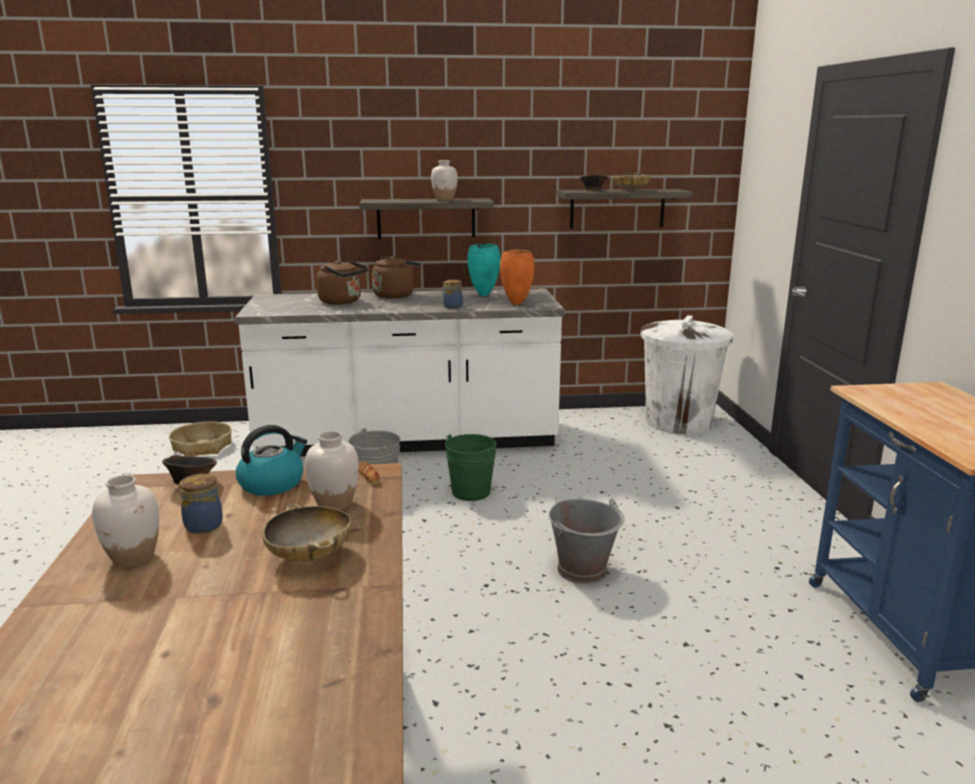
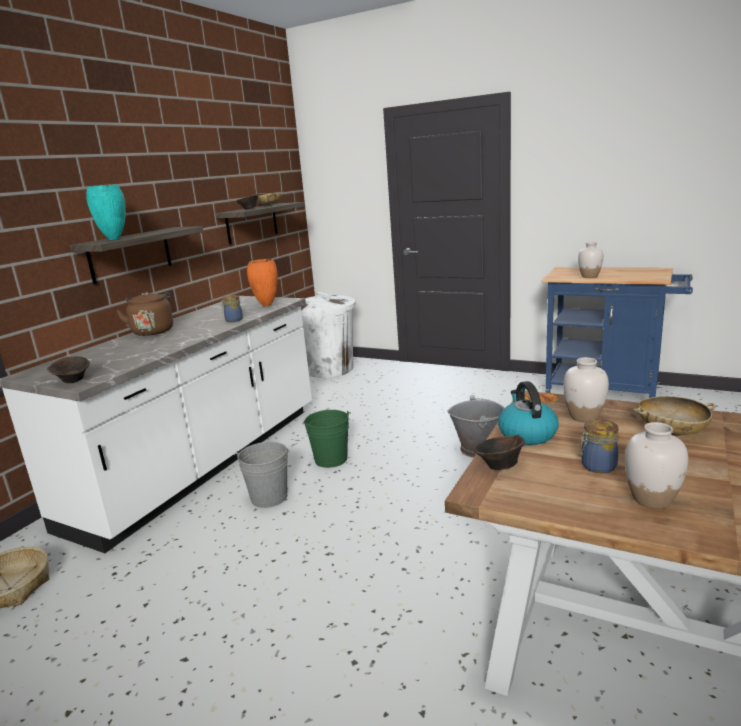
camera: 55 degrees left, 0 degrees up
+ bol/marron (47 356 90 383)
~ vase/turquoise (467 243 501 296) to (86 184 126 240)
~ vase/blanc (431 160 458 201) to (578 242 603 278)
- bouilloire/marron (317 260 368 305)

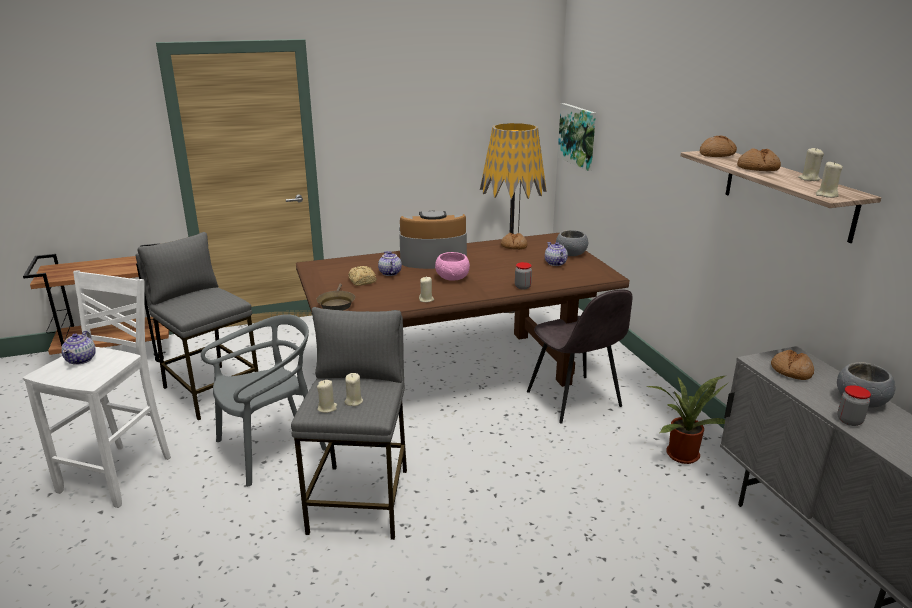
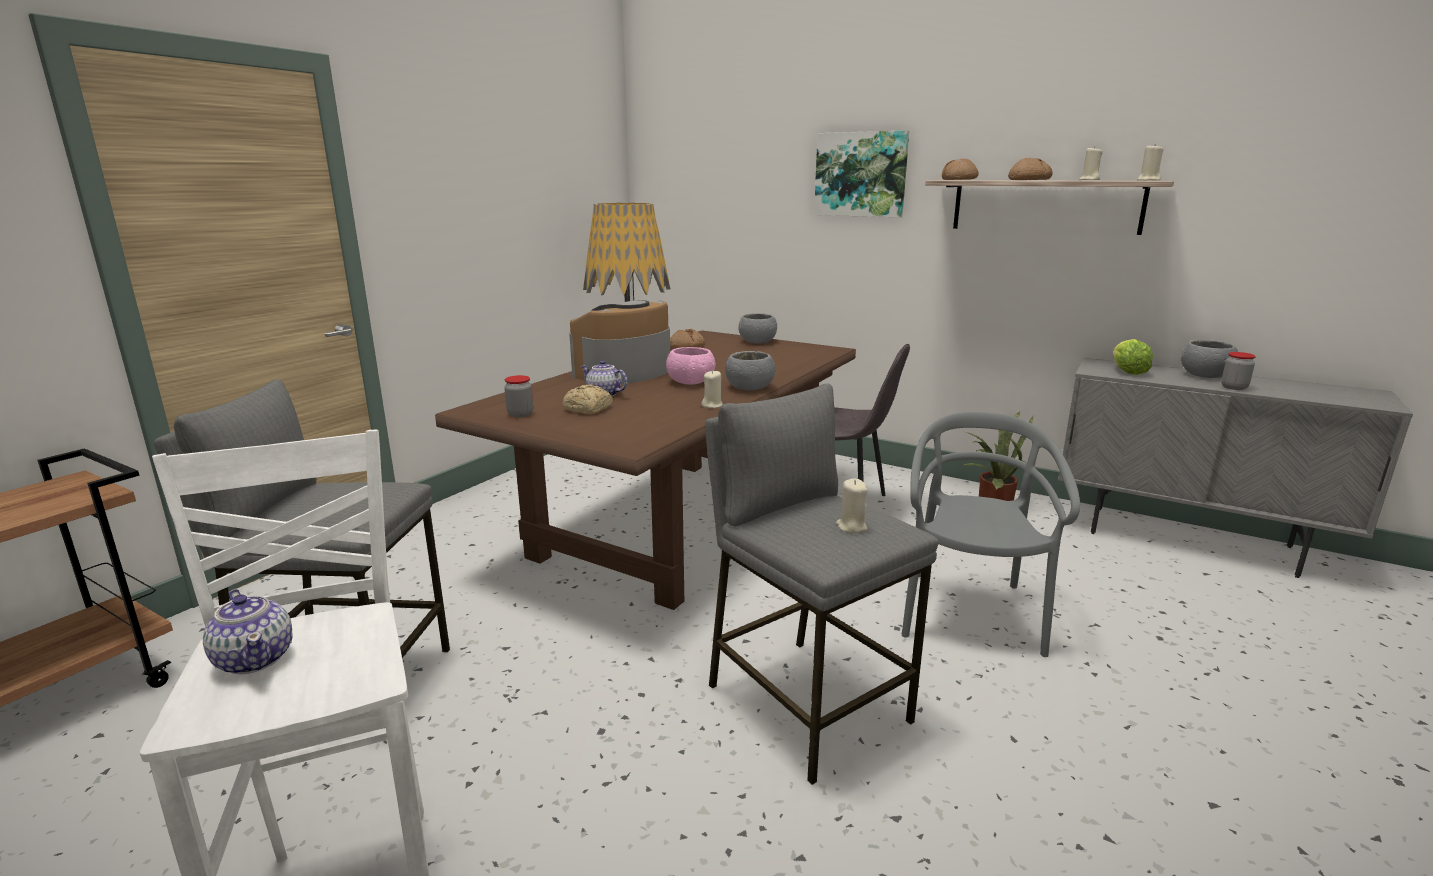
camera: 40 degrees left, 5 degrees down
~ bocal (515 262 532 289) to (504 375 533 417)
+ bol/gris (725 351 776 390)
~ tableau (558 103 596 171) to (814 130 909 217)
~ chaise/gris (201 314 327 486) to (902 412 1080 657)
~ pain (771 350 814 380) to laitue (1113 339 1153 375)
- poêle/marron (316 284 355 310)
- bougie/beige (317 380 337 413)
- théière (545 242 568 266)

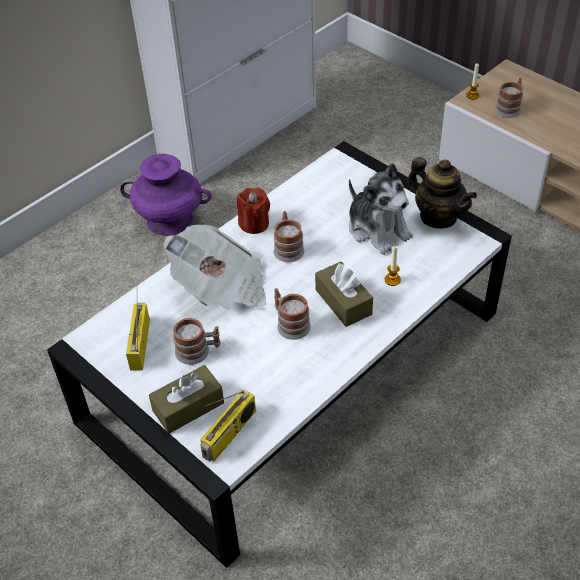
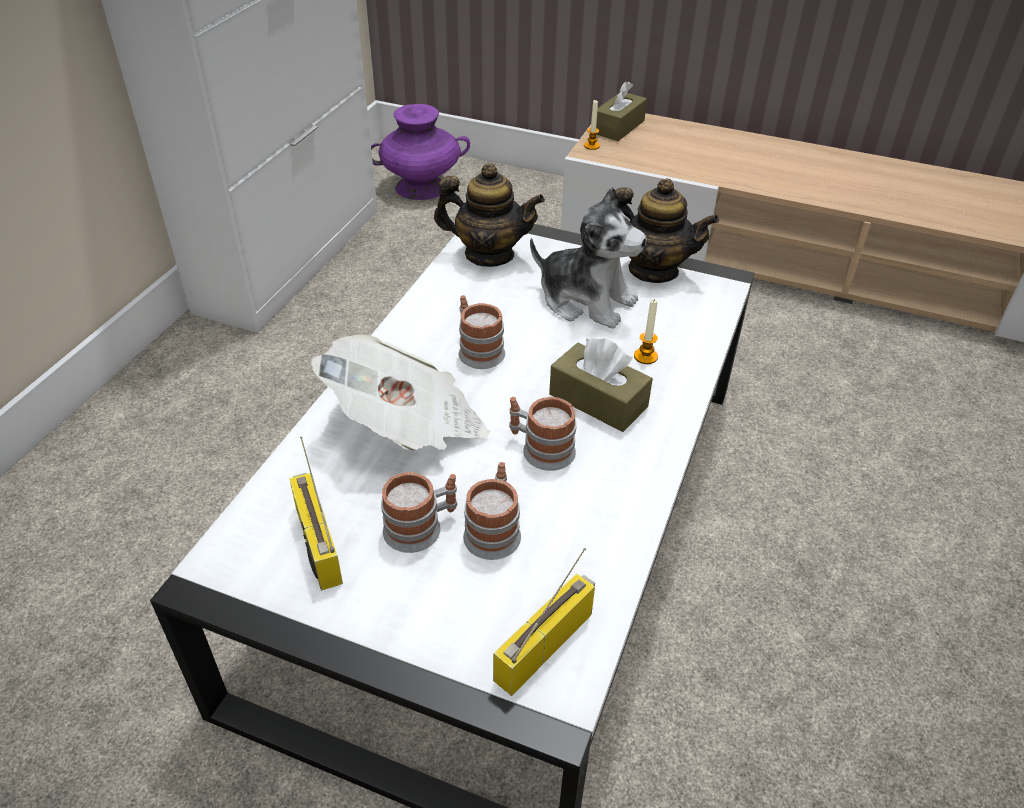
camera: 25 degrees left, 5 degrees down
~ vase/violet (120 154 212 236) to (371 104 470 200)
+ théière (434 163 545 267)
~ mug (495 78 523 118) to (463 462 521 560)
~ radio (200 389 256 462) = (493 548 595 696) 150 degrees counterclockwise
~ boîte à mouchoirs/marron (149 365 224 434) to (596 81 647 141)
- bougie/rouge (237 188 270 234)

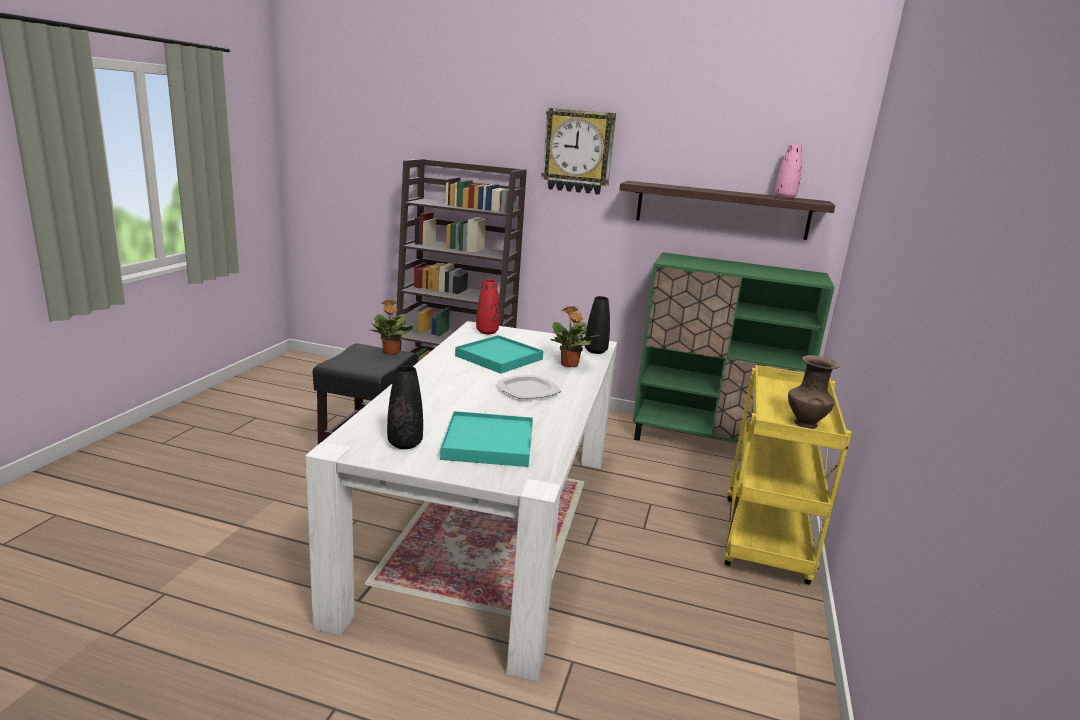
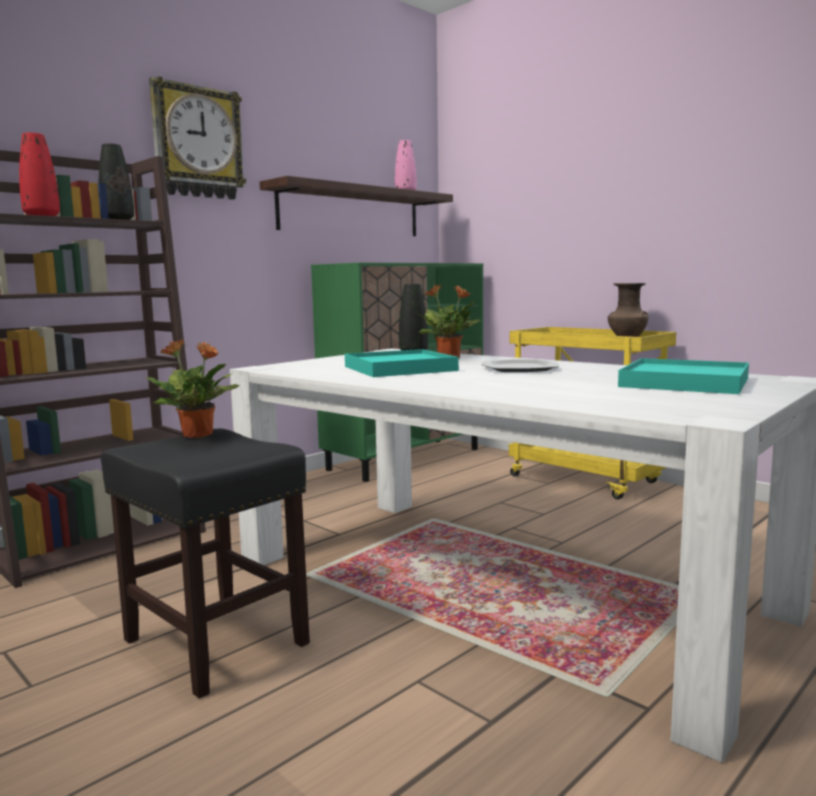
camera: 60 degrees left, 10 degrees down
~ vase/rouge (476 279 499 334) to (19 132 60 216)
~ vase/noir (387 366 423 449) to (99 143 134 220)

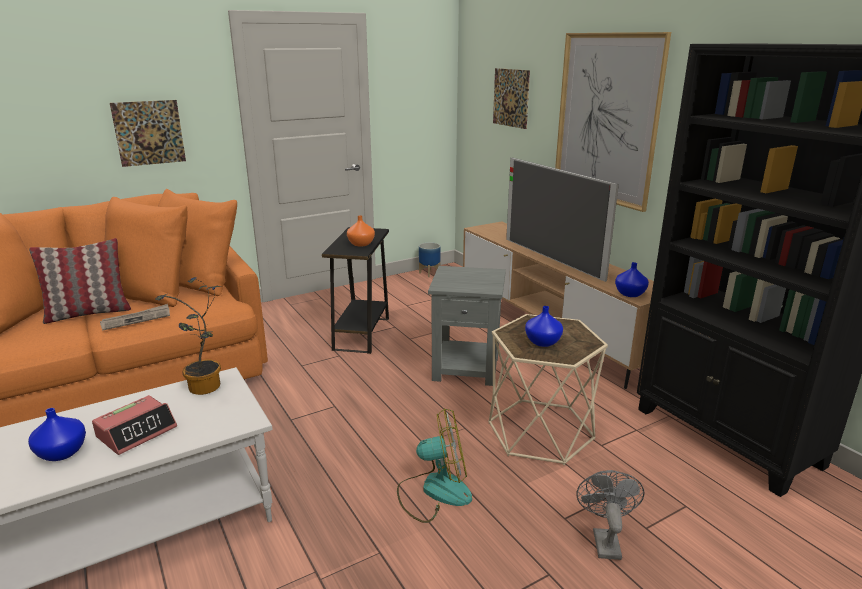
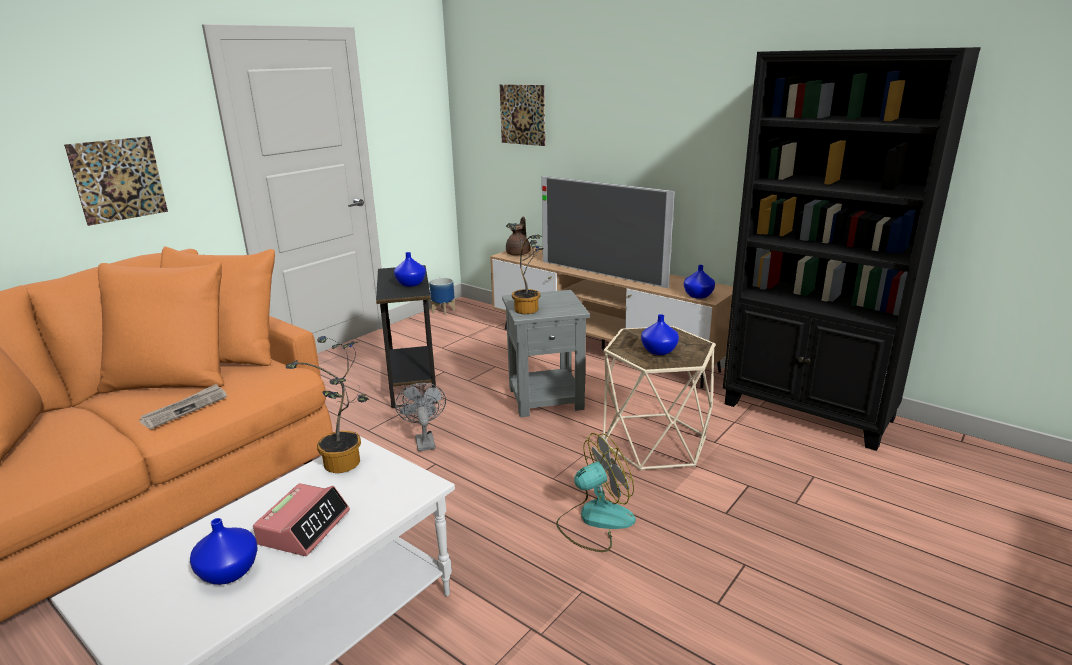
camera: 20 degrees left, 0 degrees up
~ vase/orange (347 215 375 246) to vase/bleu (394 252 426 287)
~ ventilateur/gris (576 470 645 560) to (395 383 446 452)
+ théière/marron (506 217 531 255)
+ plante en pot (506 223 544 314)
- coussin (29 238 131 324)
- tableau (555 32 671 212)

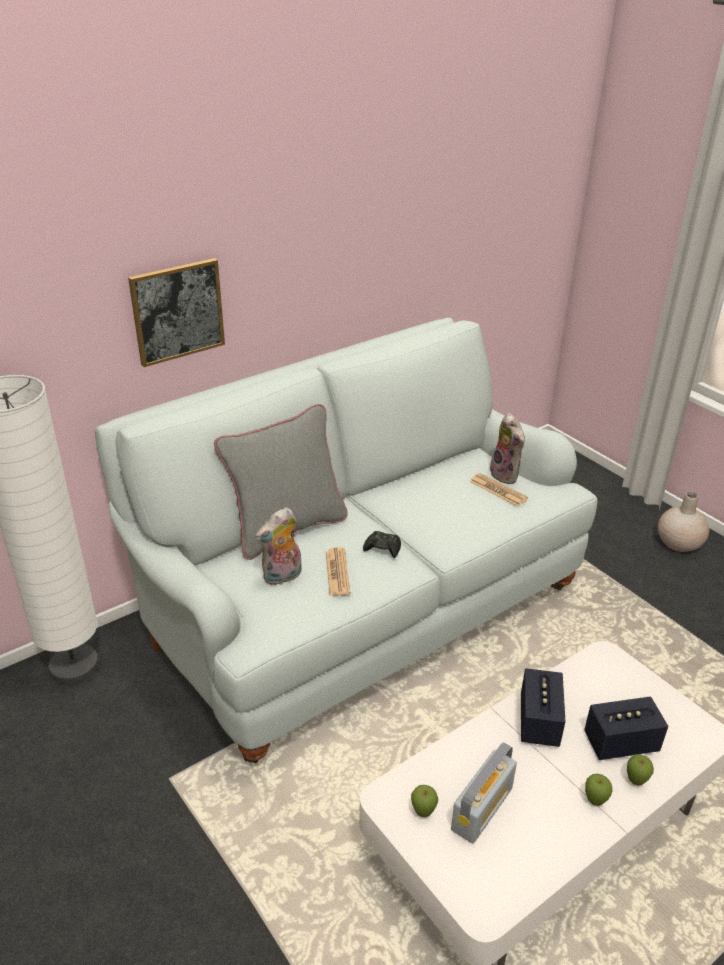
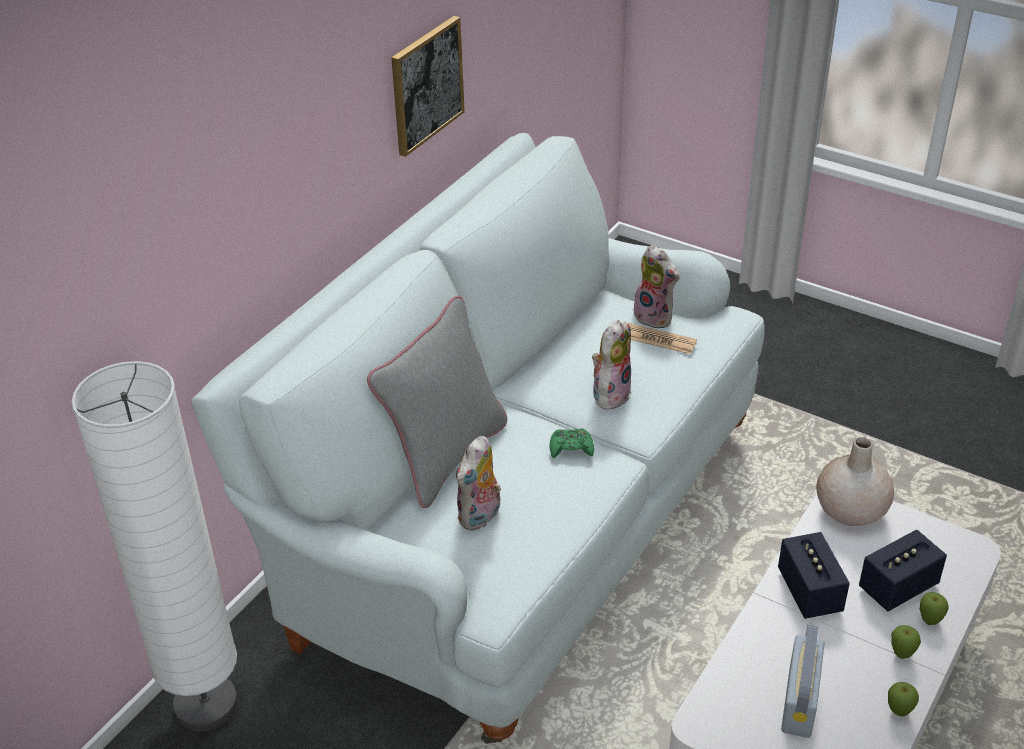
camera: 20 degrees left, 5 degrees up
~ tableau (128 258 225 367) to (391 16 465 157)
~ manette/noir (363 531 401 558) to manette/vert (550 428 594 458)
+ peluche (588 320 632 411)
~ vase/beige (658 492 709 552) to (816 437 894 526)
~ pomme (411 785 438 817) to (888 682 919 716)
- journal (326 547 351 596)

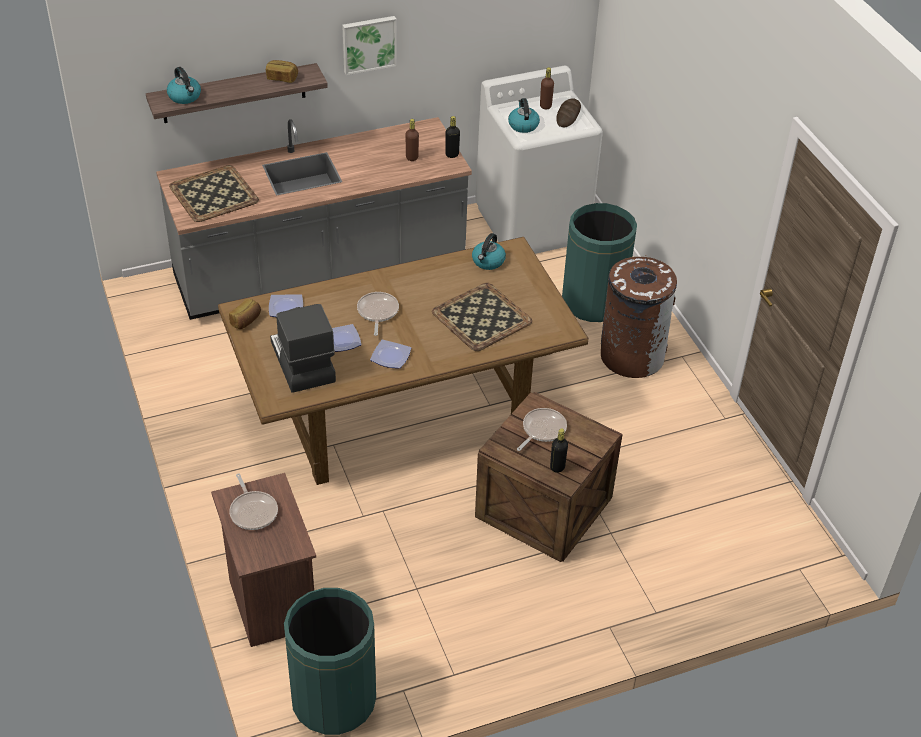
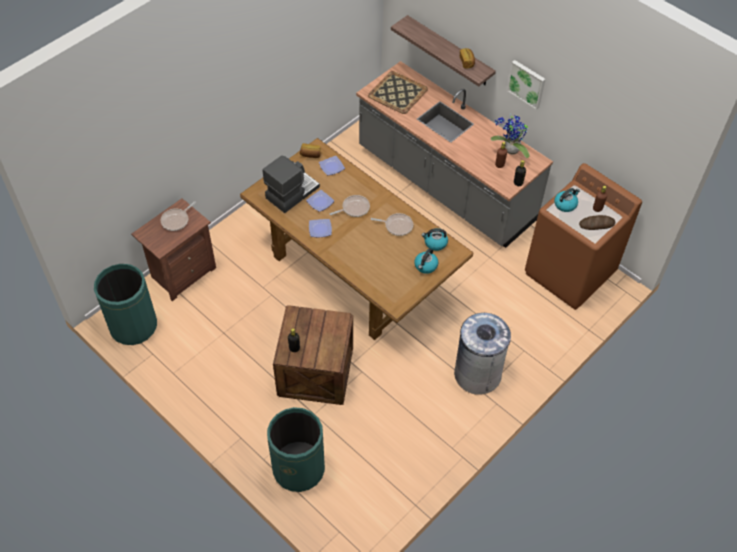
camera: 65 degrees right, 10 degrees up
~ poubelle/vert (562 203 637 322) to (267 407 325 492)
~ poêle (517 408 567 451) to (371 213 413 236)
~ bouilloire (167 67 201 104) to (414 248 439 274)
~ poubelle/marron (601 255 677 378) to poubelle/gris (454 313 512 395)
+ plante en pot (490 113 530 158)
~ lave-linge/blanc (475 66 603 254) to lave-linge/marron (525 163 642 310)
- plateau (432 283 532 351)

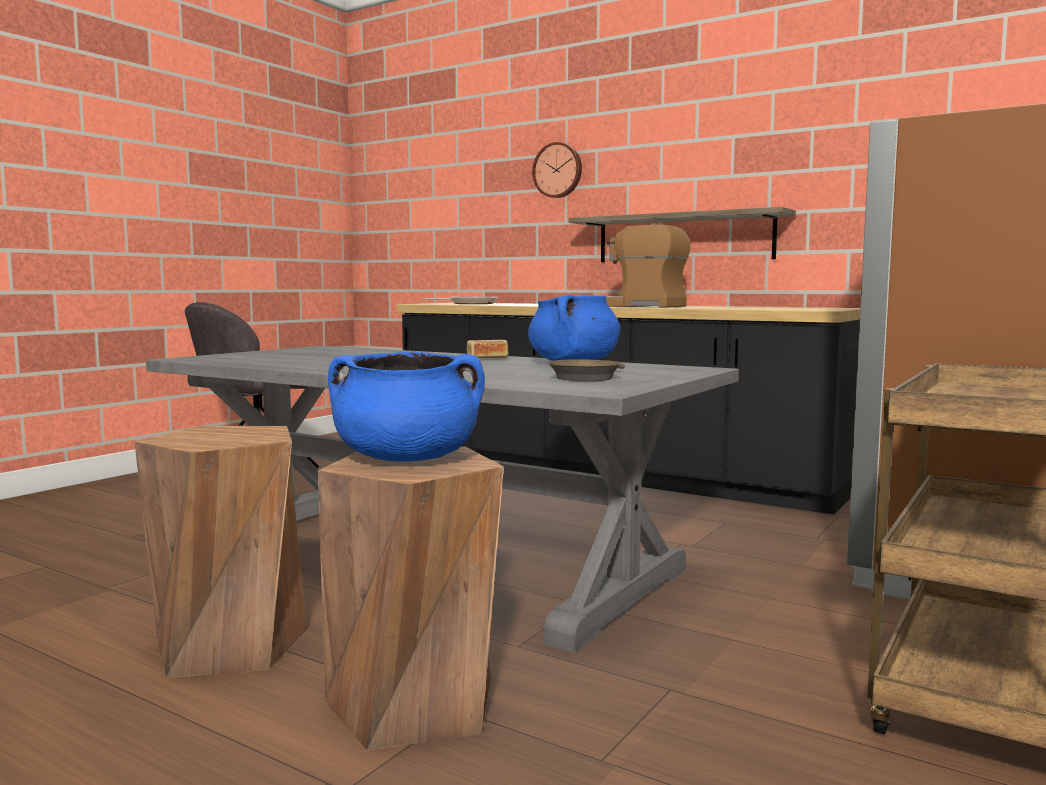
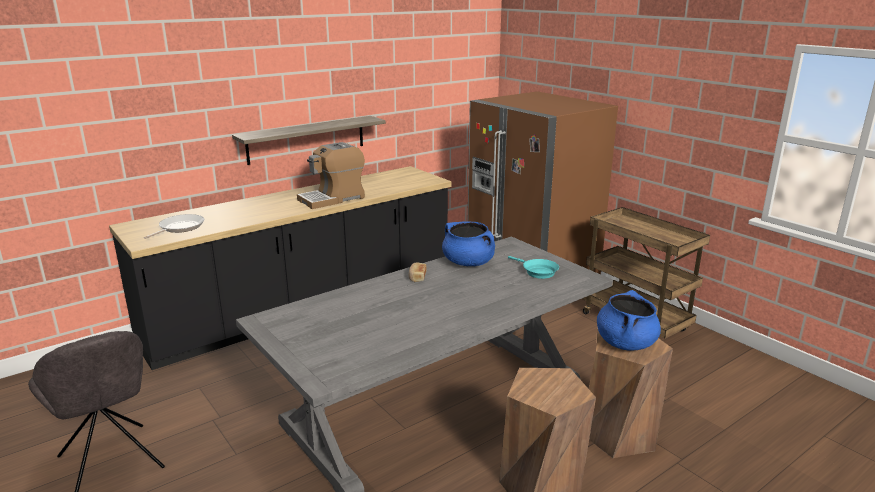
camera: 70 degrees left, 15 degrees up
~ poêle/marron (548 359 625 381) to poêle/turquoise (508 256 559 279)
- horloge murale (532 142 582 198)

